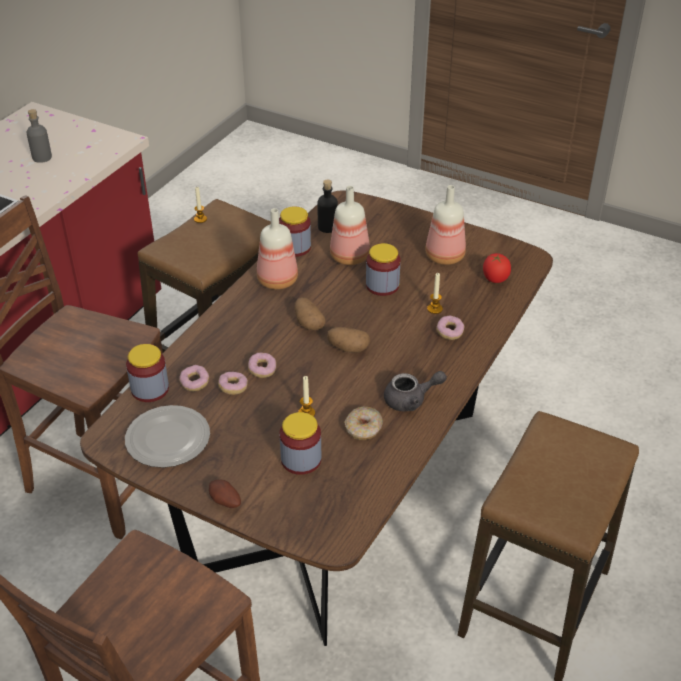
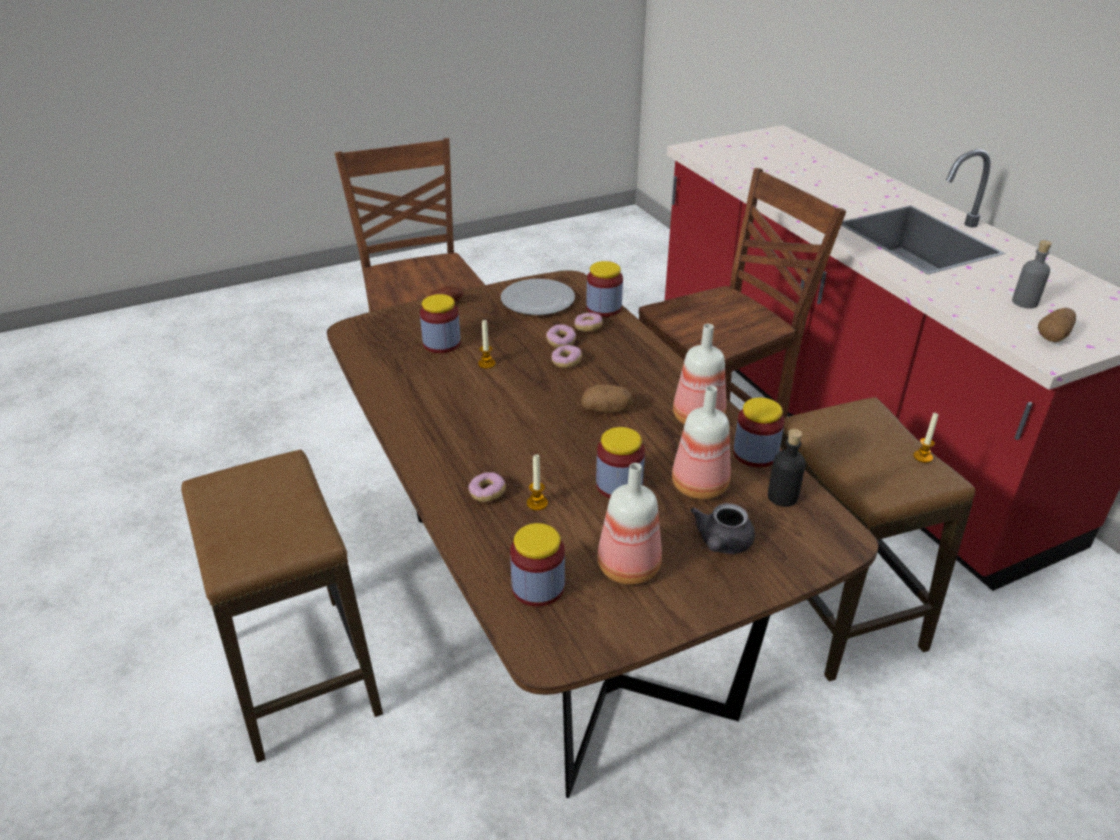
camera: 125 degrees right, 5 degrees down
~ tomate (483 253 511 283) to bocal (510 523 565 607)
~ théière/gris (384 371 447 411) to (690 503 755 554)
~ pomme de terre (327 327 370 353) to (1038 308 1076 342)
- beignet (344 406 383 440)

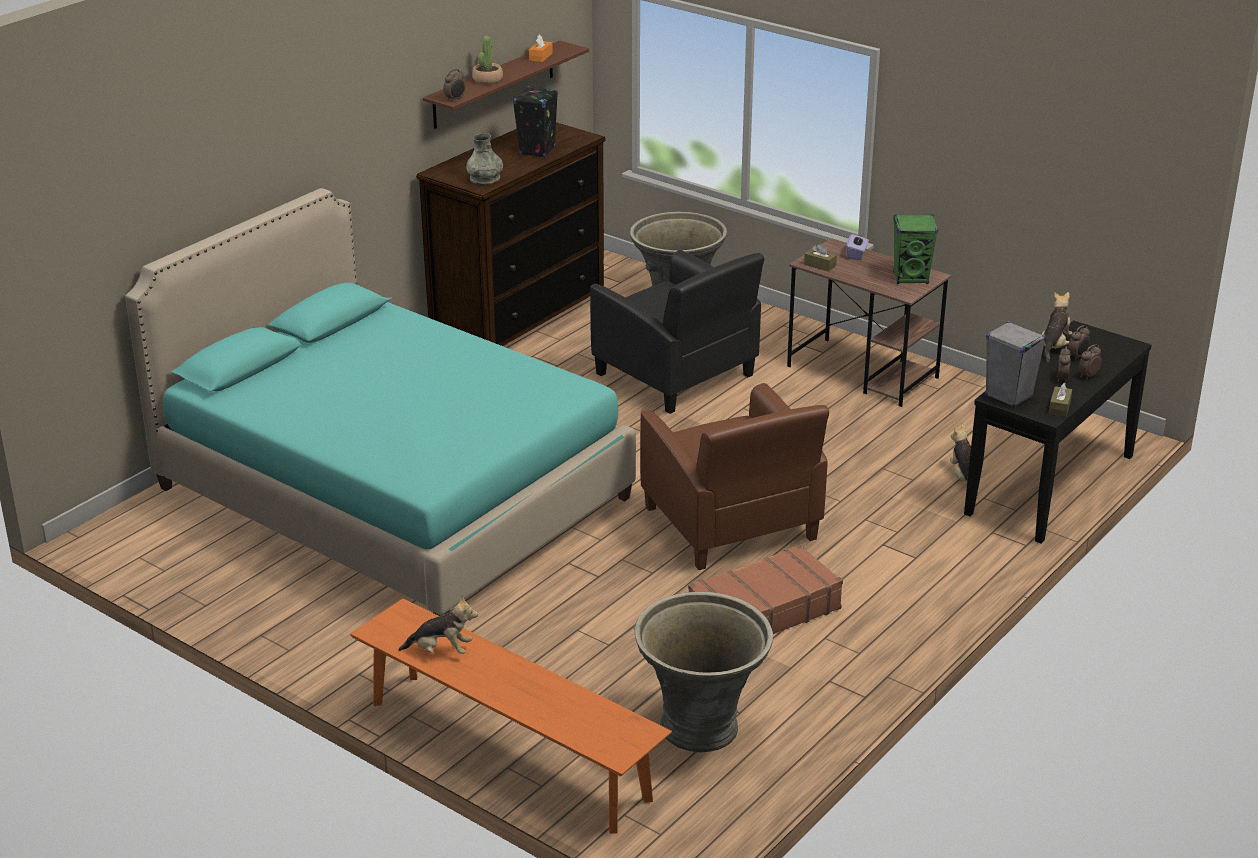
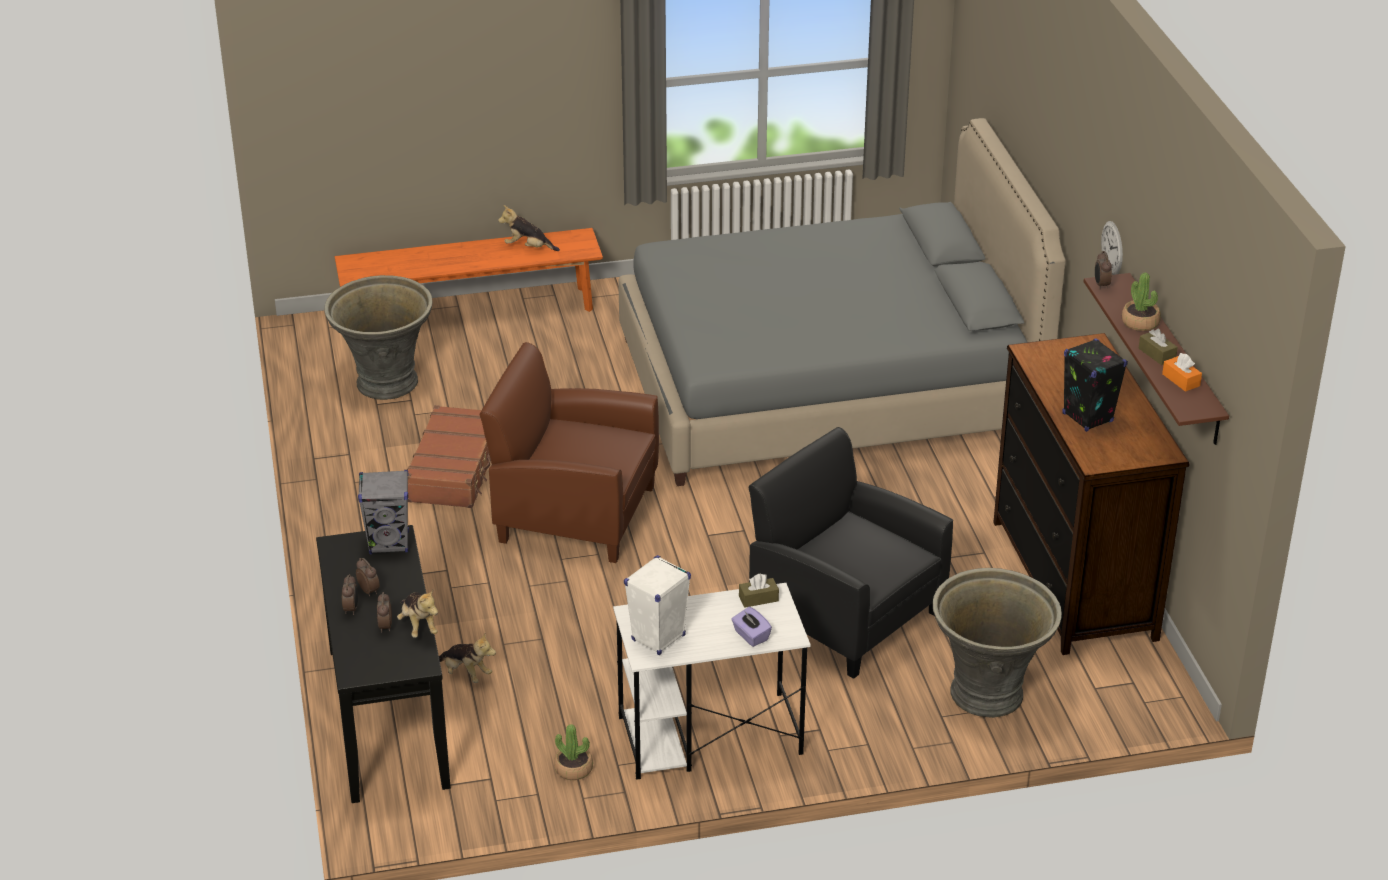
camera: 130 degrees right, 5 degrees up
~ peluche (398 596 478 654) = (498 205 560 251) 60 degrees clockwise
+ plante en pot (554 724 593 780)
~ bureau/marron (787 238 951 407) to bureau/blanc (613 583 811 780)
~ lit/turquoise (125 188 636 616) to lit/gris (618 118 1065 486)
~ enceinte/vert (893 215 938 284) to enceinte/blanc (624 555 691 655)
~ fauteuil/noir (590 250 764 414) = (749 427 953 679) 45 degrees clockwise
+ horloge murale (1101 221 1123 275)
~ boîte à mouchoirs/marron (1049 383 1072 417) to (1138 329 1178 365)
- vase/gris (466 133 503 185)

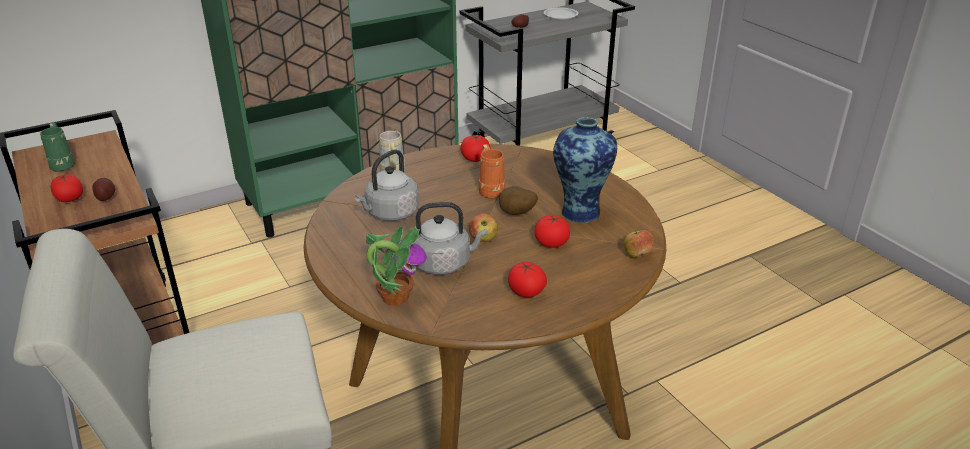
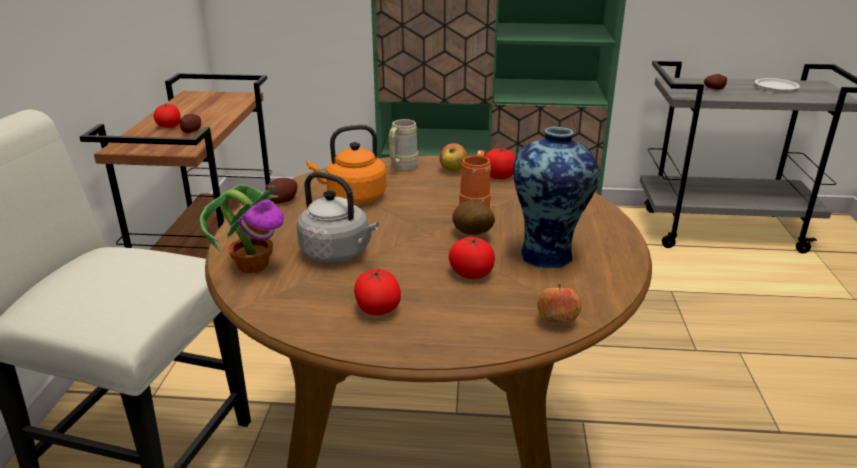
camera: 35 degrees right, 5 degrees down
+ pomme de terre (265 178 298 204)
~ bouilloire/gris (355 149 419 221) to bouilloire/orange (307 125 387 204)
~ pomme (469 213 498 242) to (439 143 468 172)
- mug/vert (40 123 75 172)

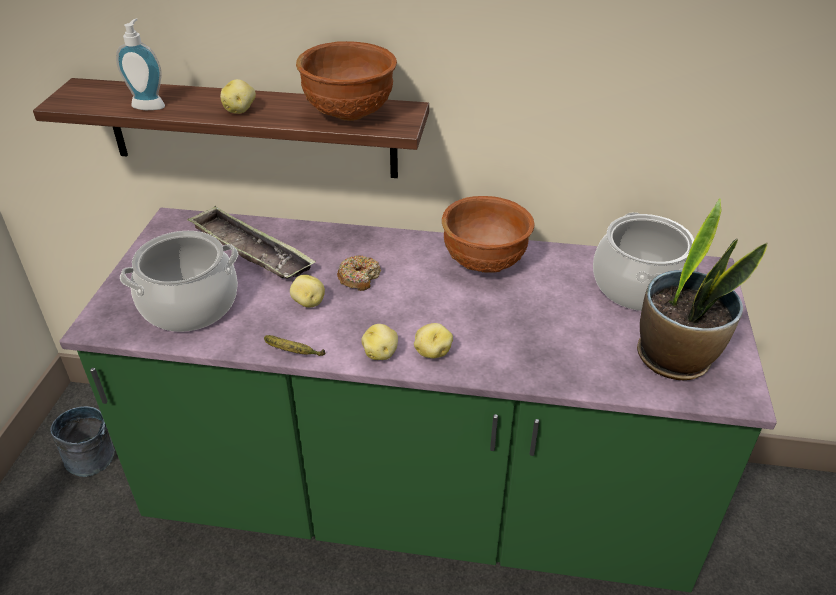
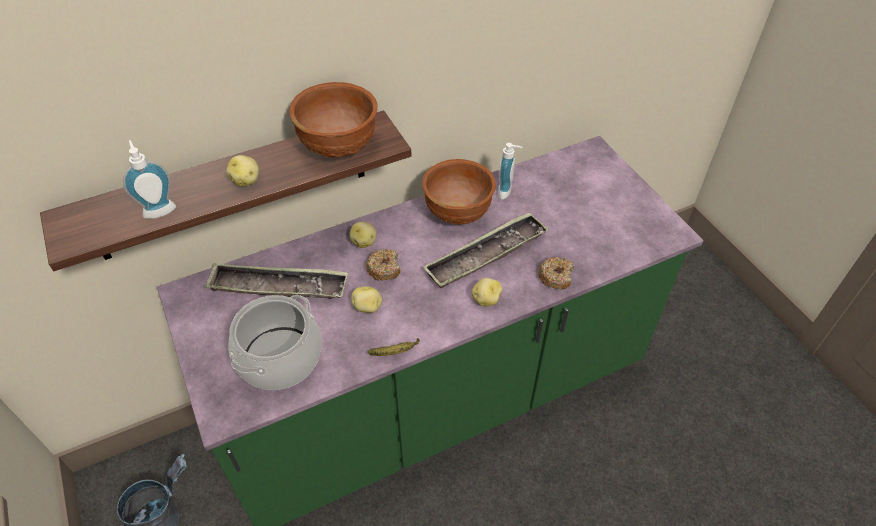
camera: 35 degrees left, 10 degrees up
~ pomme de terre (361 324 398 360) to (349 222 376 248)
+ plateau (423 212 549 288)
+ distributeur de savon (498 143 522 200)
+ beignet (538 257 574 289)
- marmite (593 212 697 311)
- plante en pot (637 199 768 380)

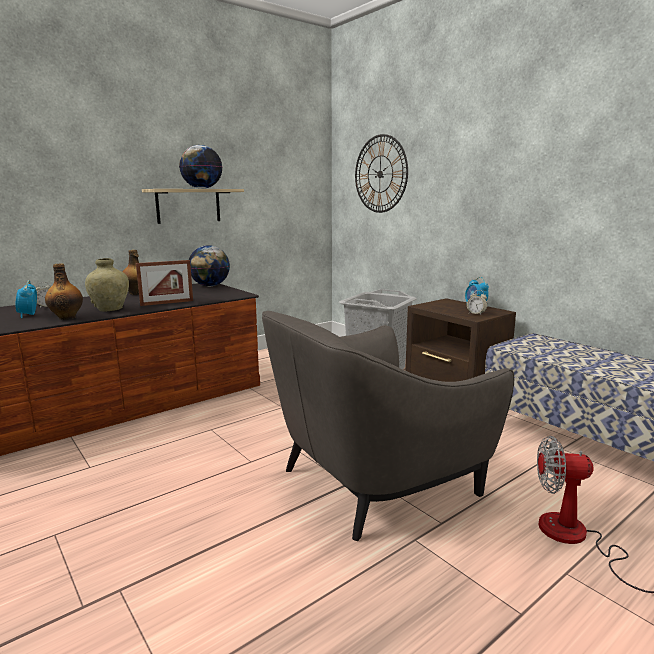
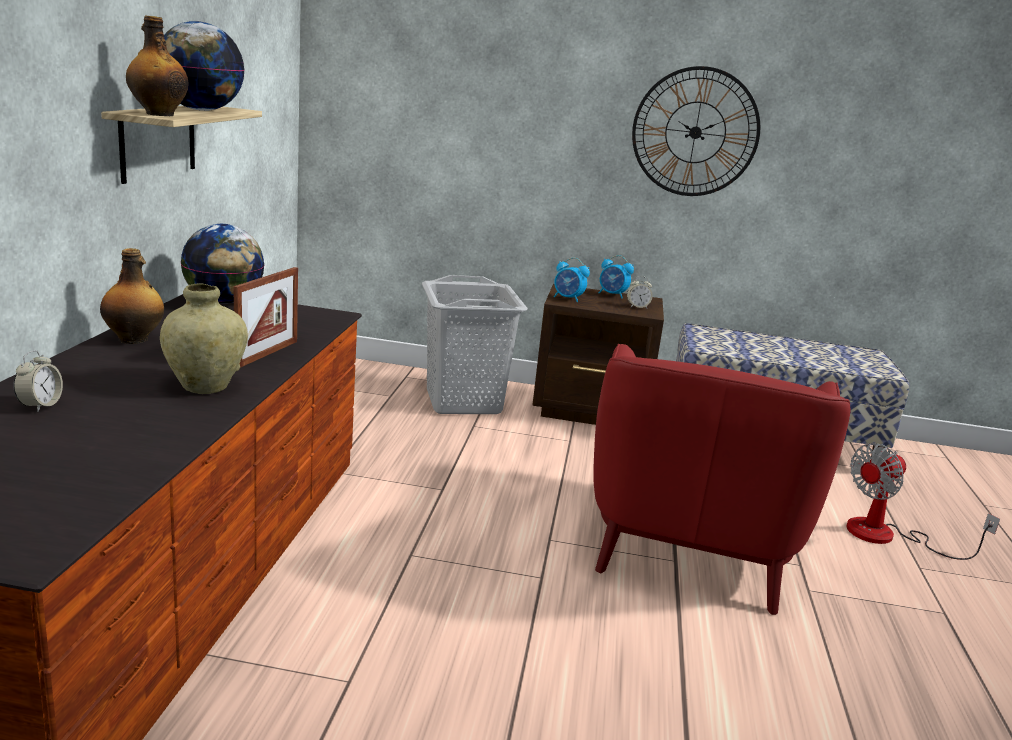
camera: 45 degrees left, 5 degrees up
~ bouteille (45 263 83 320) to (126 16 188 116)
~ réveil (16 280 37 318) to (554 258 590 302)
~ fauteuil/gris (262 311 515 541) to fauteuil/rouge (593 344 851 615)
~ horloge murale (355 134 408 213) to (632 66 760 196)

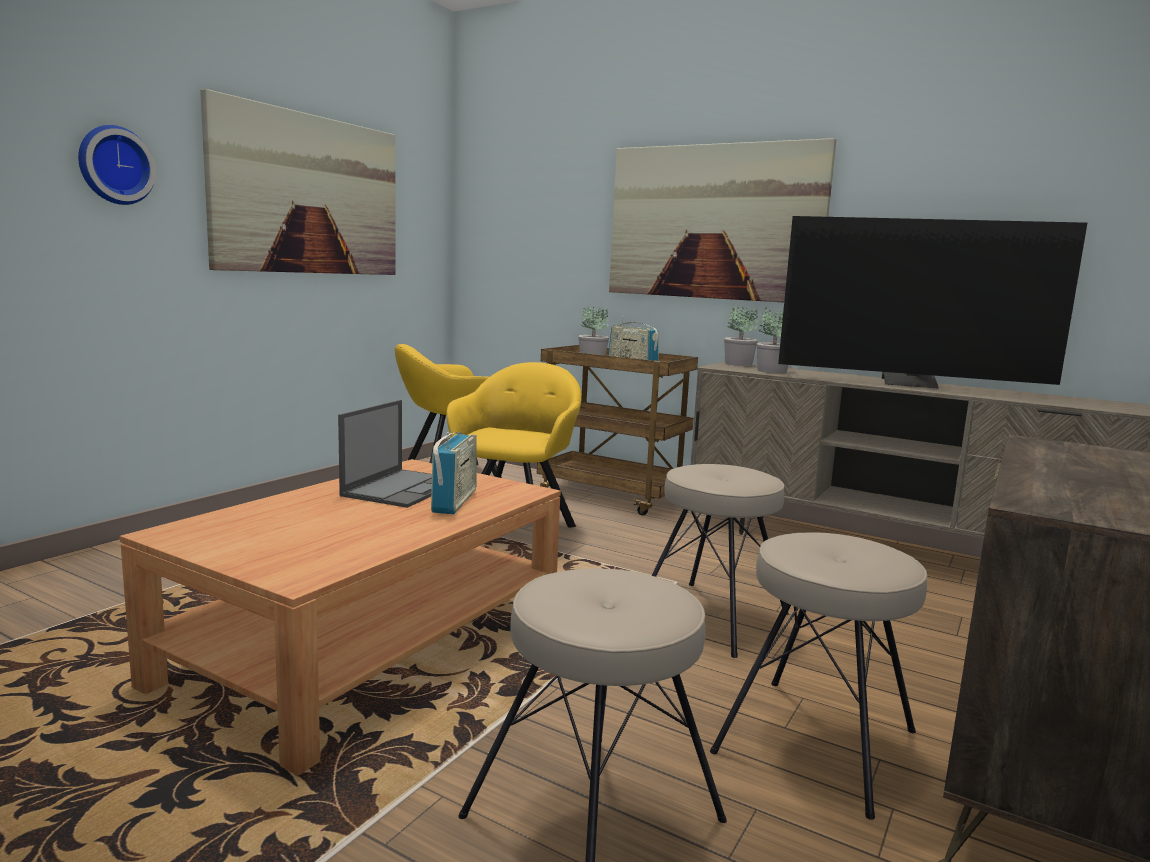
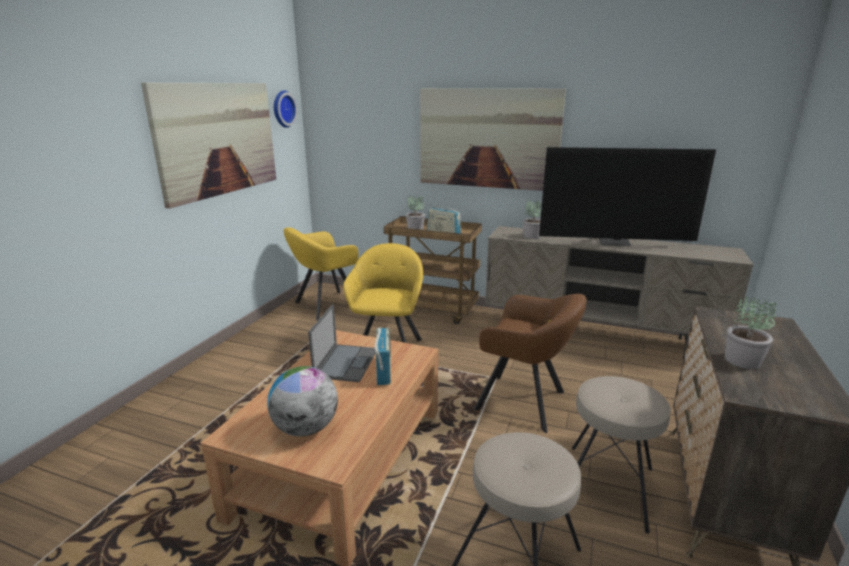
camera: 10 degrees left, 10 degrees up
+ globe (267 366 338 437)
~ horloge murale (78 125 156 205) to (274 91 298 128)
~ tabouret/beige (651 464 789 658) to fauteuil/marron (474 294 587 433)
~ plante en pot (724 305 758 366) to (725 296 777 369)

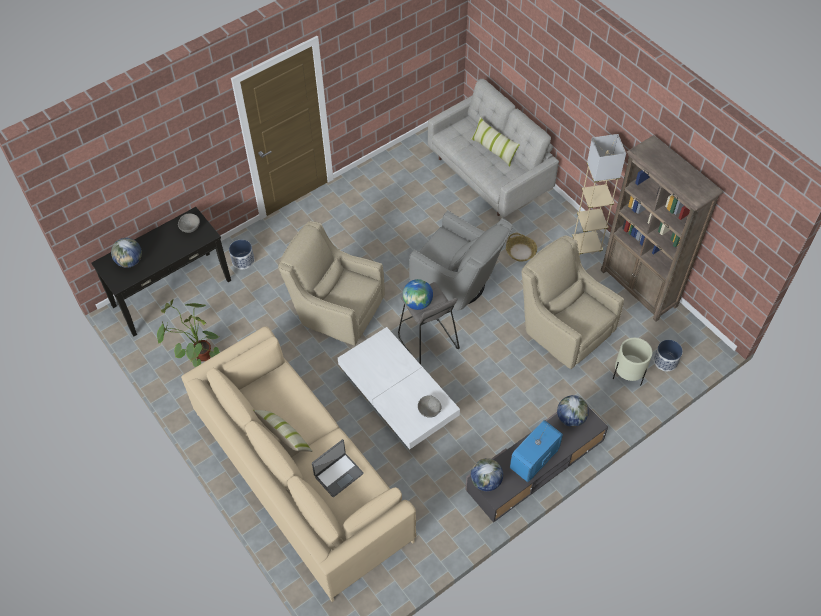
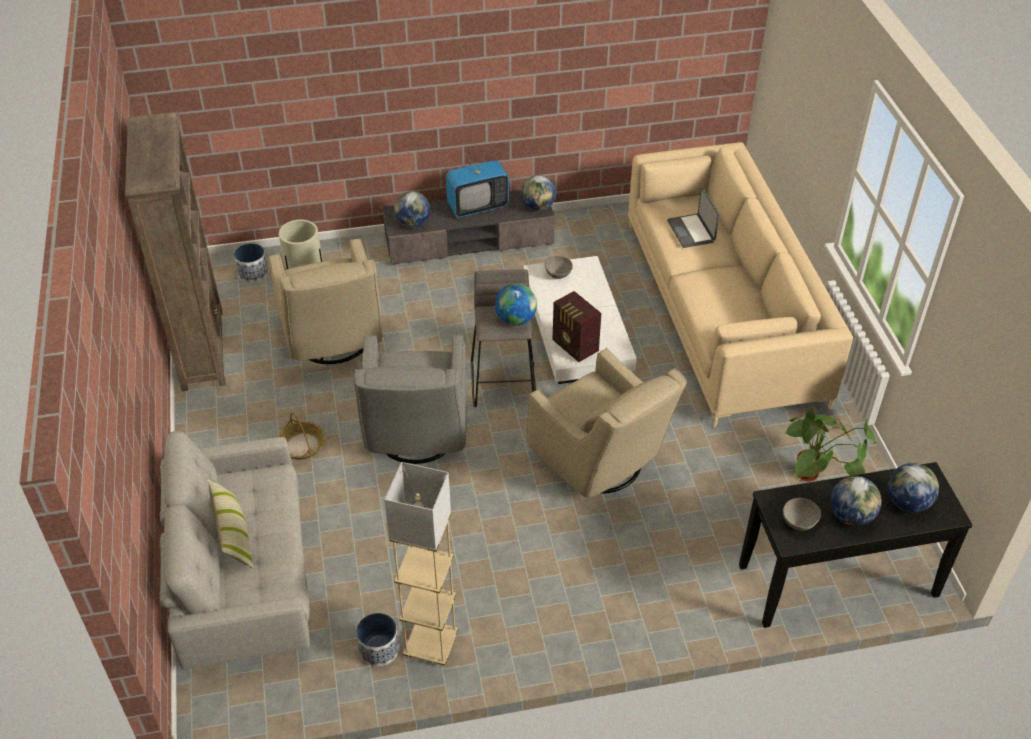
camera: 155 degrees left, 10 degrees down
~ fauteuil/gris (409 210 513 311) = (354 335 467 464) 150 degrees counterclockwise
~ cache-pot (229 240 254 269) to (356 613 399 666)
~ lampadaire/beige (572 134 626 256) to (384 462 458 667)
+ radio (552 291 601 362)
~ ordinateur portable (312 439 364 497) = (667 187 720 248) 90 degrees counterclockwise
+ globe (830 476 882 526)
- coussin (253 410 313 452)

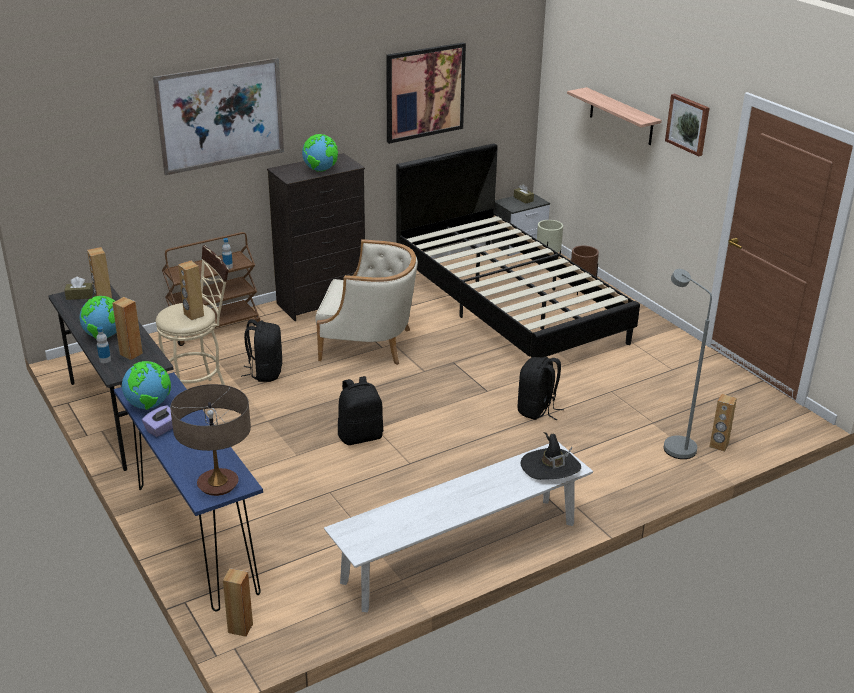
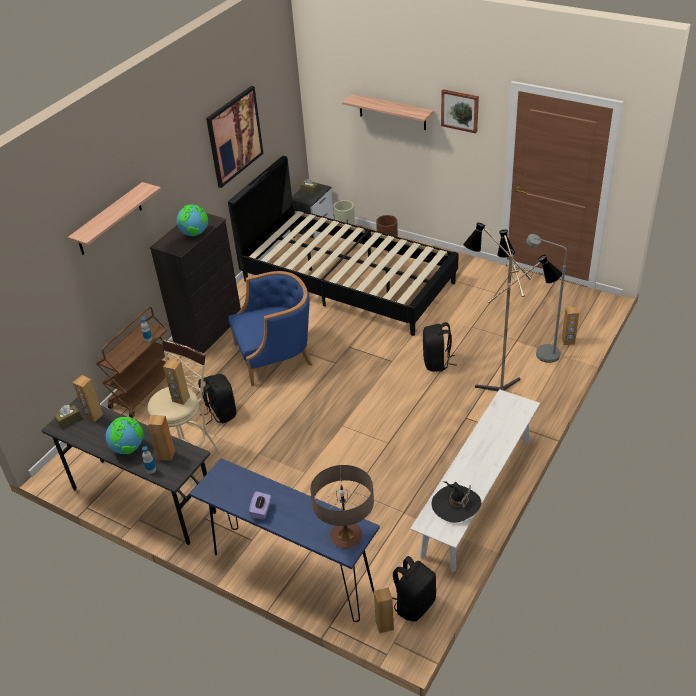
camera: 25 degrees left, 10 degrees up
~ tableau (153 58 284 175) to étagère (68 182 161 255)
~ fauteuil/beige (316 239 418 365) to fauteuil/bleu (228 271 313 386)
~ sac à dos/noir (338 376 383 445) to (392 556 436 621)
~ chapeau/noir (521 432 581 480) to (432 481 481 523)
+ lampadaire (463 223 563 391)
- globe (122 361 171 410)

